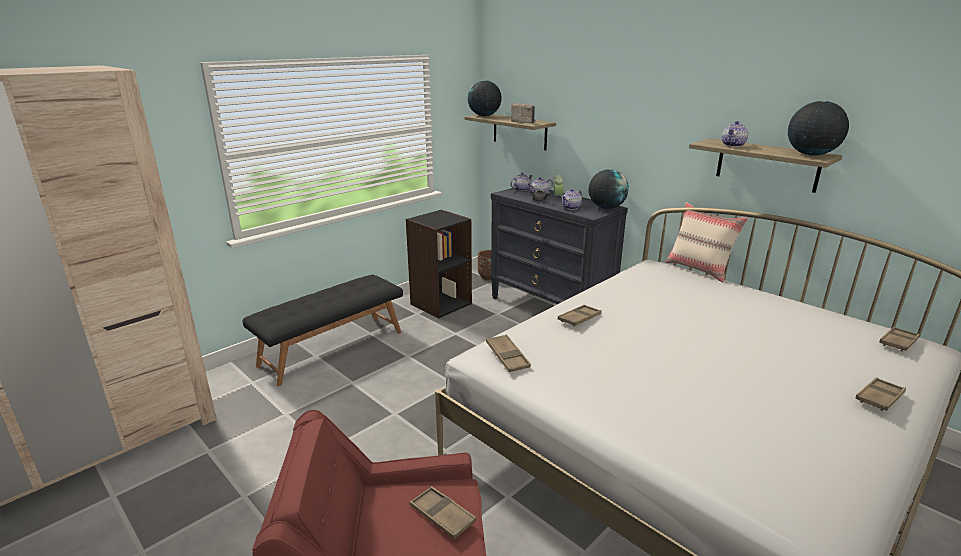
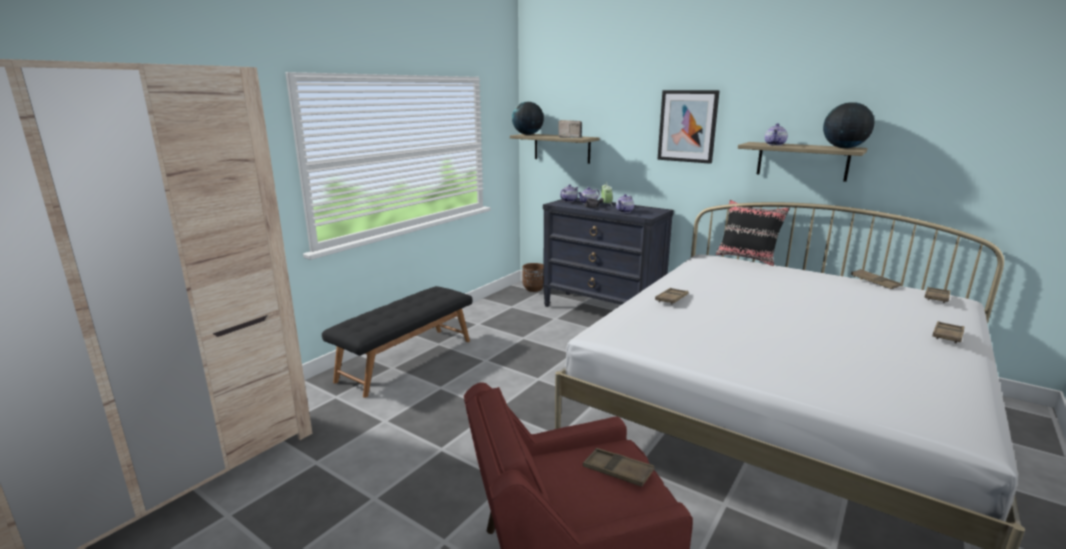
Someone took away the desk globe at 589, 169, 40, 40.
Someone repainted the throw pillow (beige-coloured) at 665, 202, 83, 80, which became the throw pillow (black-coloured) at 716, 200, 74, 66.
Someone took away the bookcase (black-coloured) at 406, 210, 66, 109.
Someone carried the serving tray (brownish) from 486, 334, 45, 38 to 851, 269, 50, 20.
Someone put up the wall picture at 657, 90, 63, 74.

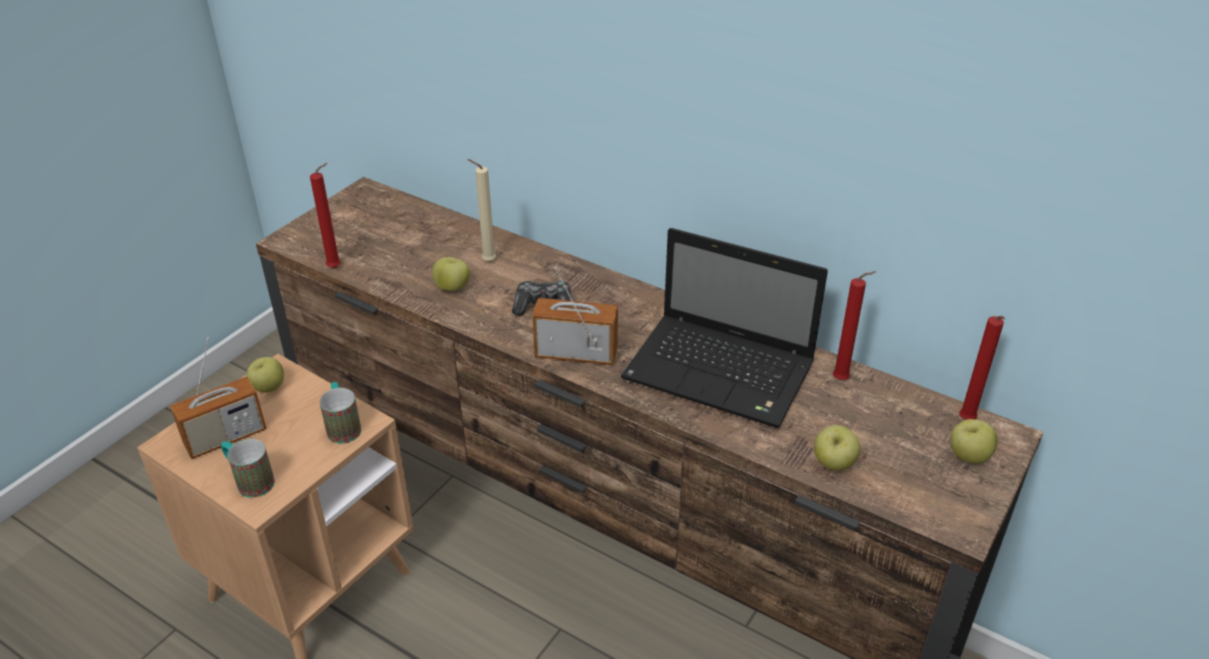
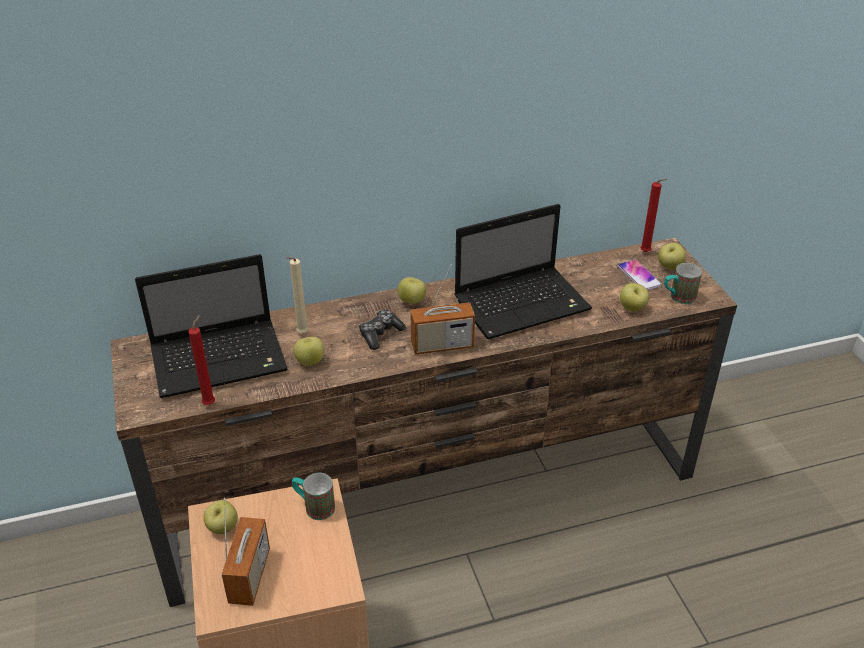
Someone rotated the radio receiver at 532, 267, 86, 98 by 150 degrees counterclockwise.
Someone took away the wax candle (red) at 833, 271, 43, 109.
Someone carried the coffee mug from 221, 439, 54, 59 to 664, 263, 38, 41.
Someone put down the laptop at 135, 254, 152, 144.
Someone put down the phone at 618, 260, 44, 30.
Someone put down the apple fruit at 398, 277, 28, 27.

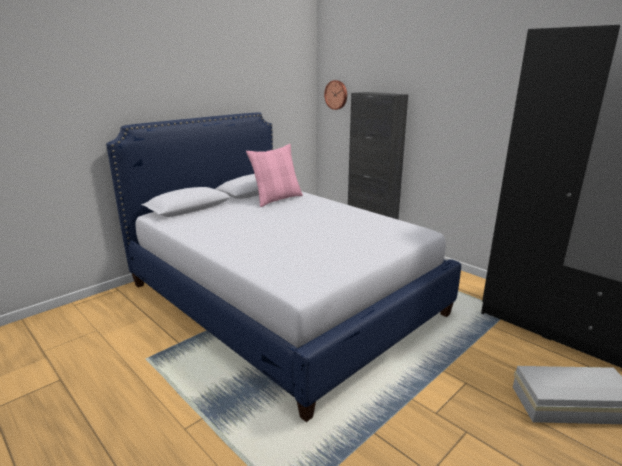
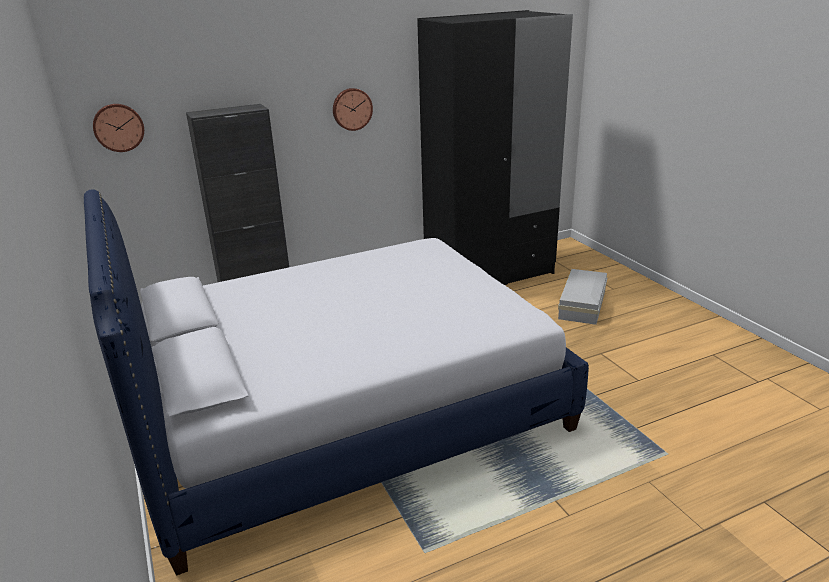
Someone took away the throw pillow (pinkish) at 246, 144, 57, 63.
Someone put up the clock on the wall at 333, 88, 40, 43.

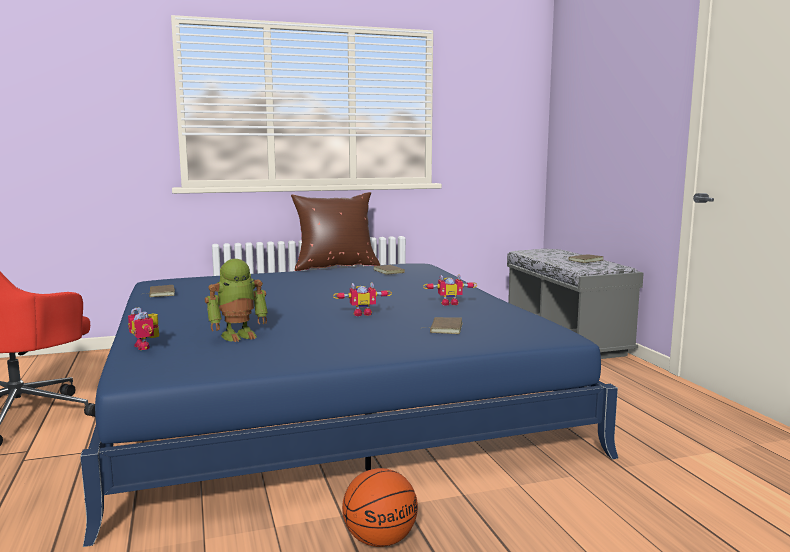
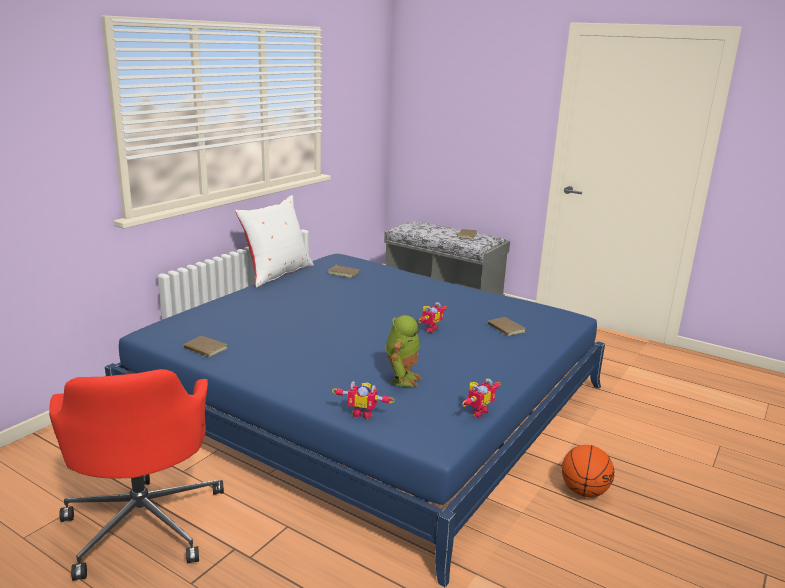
Someone repainted the throw pillow (brownish) at 291, 192, 89, 79, which became the throw pillow (whitish) at 235, 195, 79, 93.
Someone carried the model robot from 423, 274, 54, 32 to 462, 378, 39, 40.

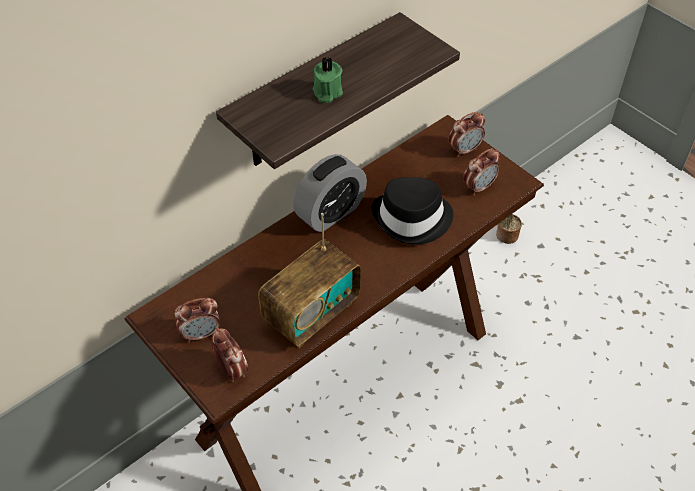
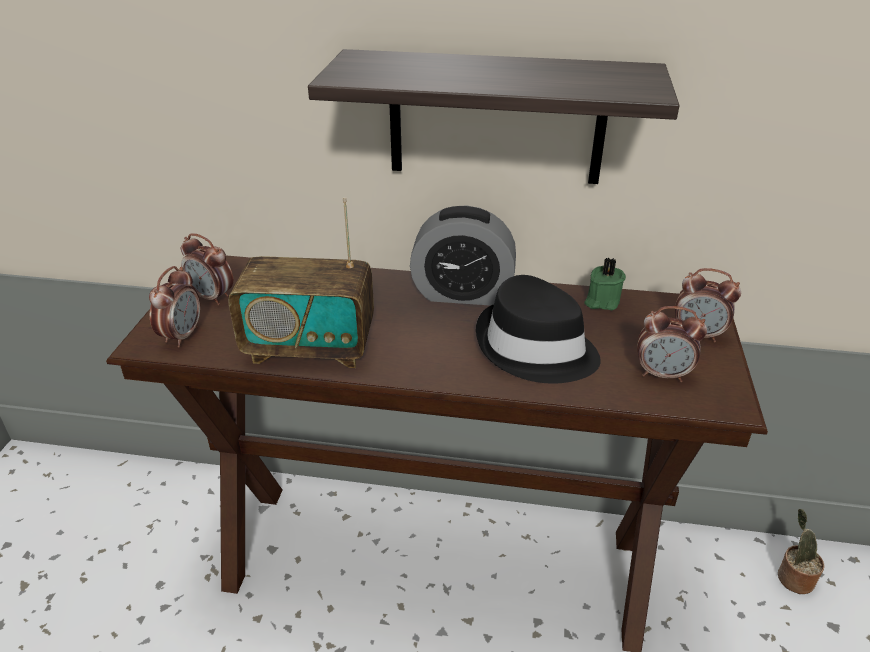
Someone carried the wax candle (green-coloured) from 313, 57, 30, 46 to 584, 257, 42, 53.

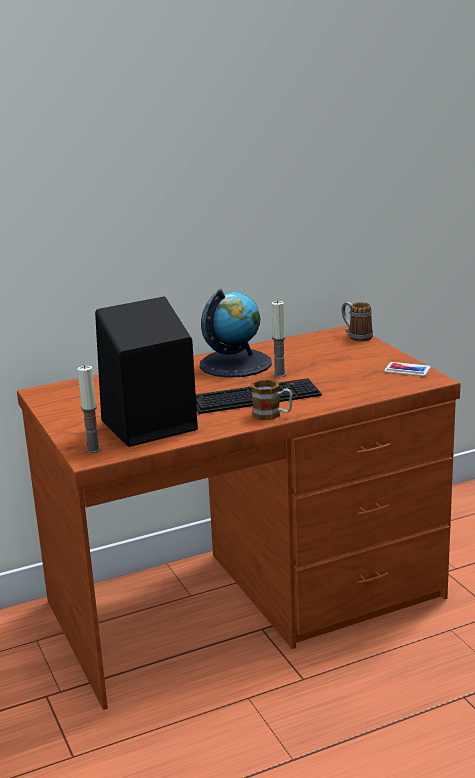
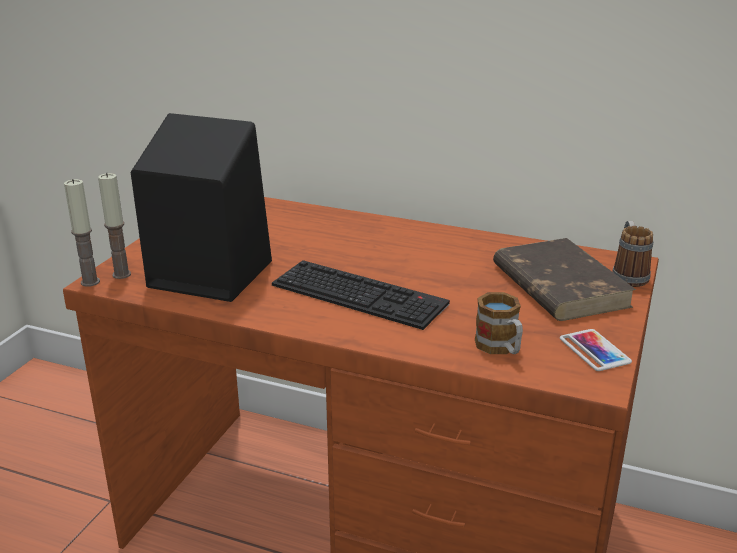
Someone took away the desk globe at 200, 289, 72, 89.
Someone carried the wax candle from 271, 301, 15, 76 to 64, 179, 36, 108.
Someone carried the coffee mug from 251, 379, 41, 41 to 475, 292, 48, 62.
Someone put down the volume (brownish) at 493, 238, 143, 83.

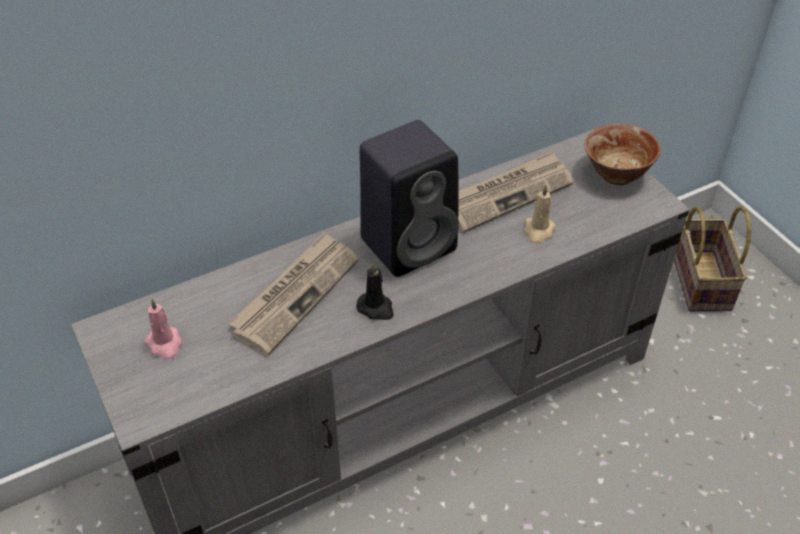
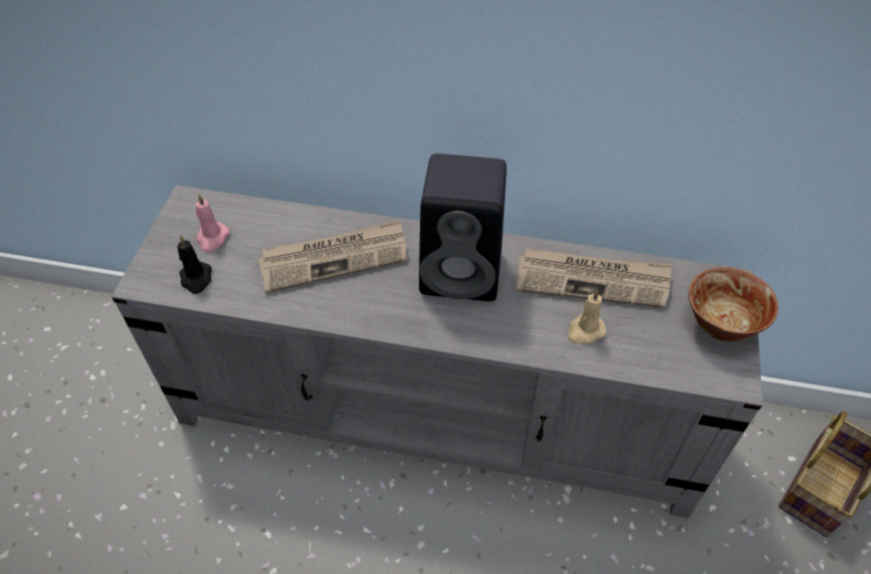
Someone carried the wax candle (black-coloured) from 356, 262, 37, 58 to 177, 235, 35, 59.

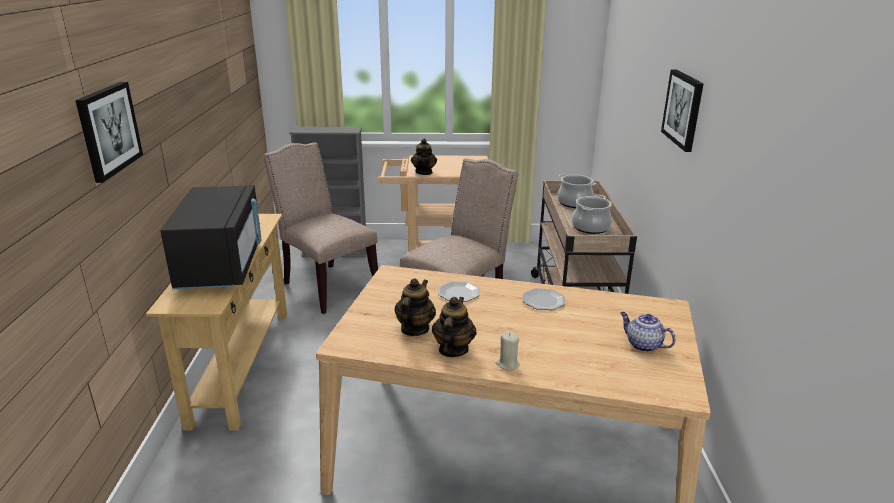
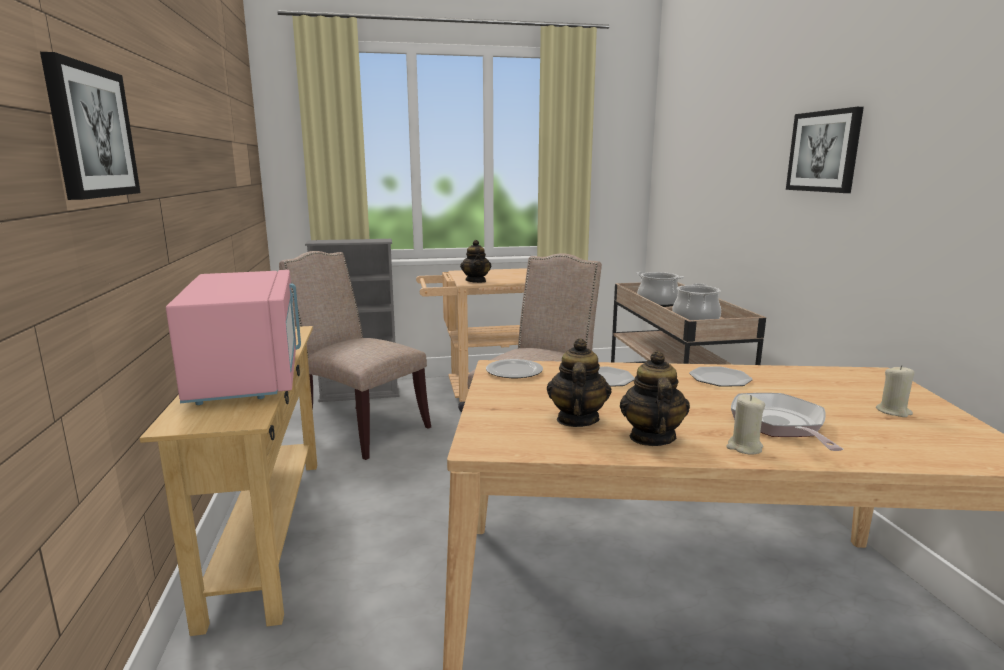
Someone repainted the kitchen microwave (black-coloured) at 161, 185, 100, 104, which became the kitchen microwave (pinkish) at 166, 270, 135, 135.
Someone swapped the tea pot at 620, 312, 56, 40 for the wax candle (beige-coloured) at 876, 365, 39, 52.
Someone put down the flat dish at 486, 359, 57, 19.
Someone put down the frying pan at 731, 393, 112, 58.

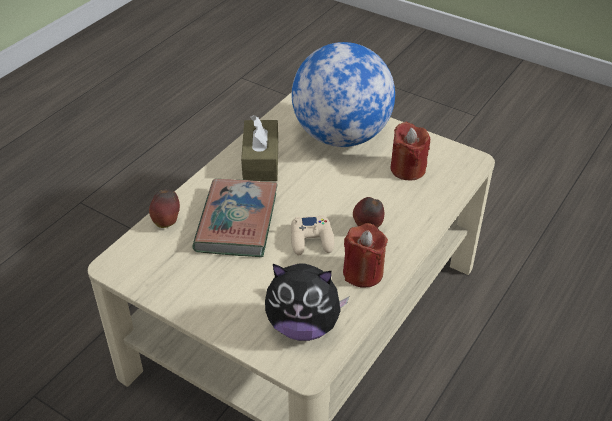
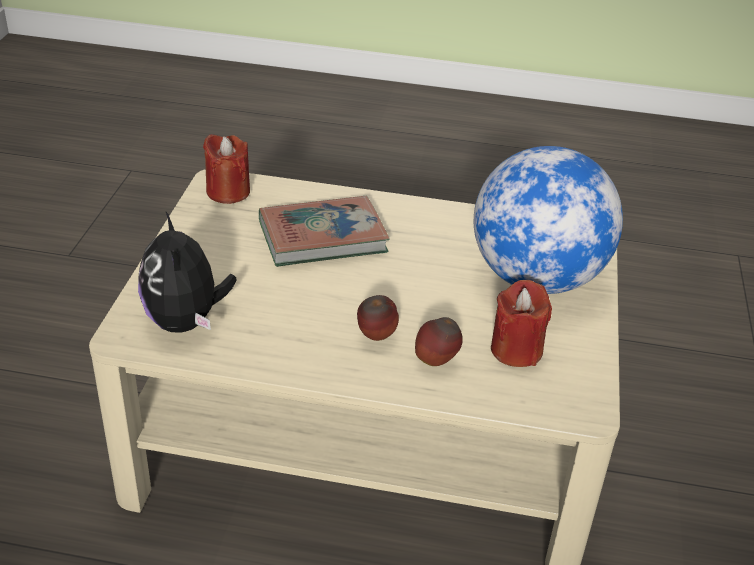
Someone took away the box of tissues (brownish) at 241, 115, 37, 66.
Someone carried the apple fruit from 149, 189, 31, 39 to 415, 317, 48, 49.
Someone took away the game controller (beige-coloured) at 291, 215, 43, 40.
Someone carried the wax candle (red) from 343, 223, 45, 65 to 203, 134, 47, 70.

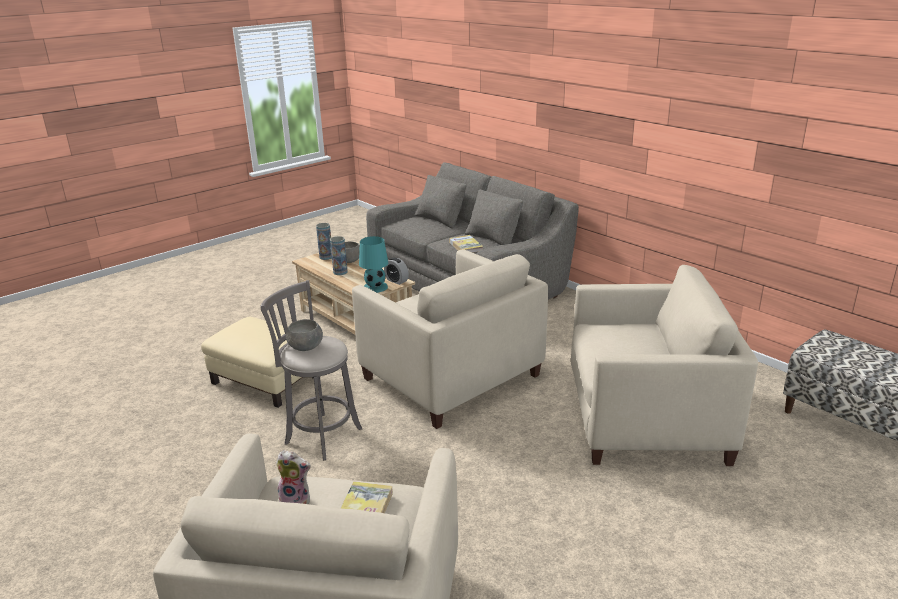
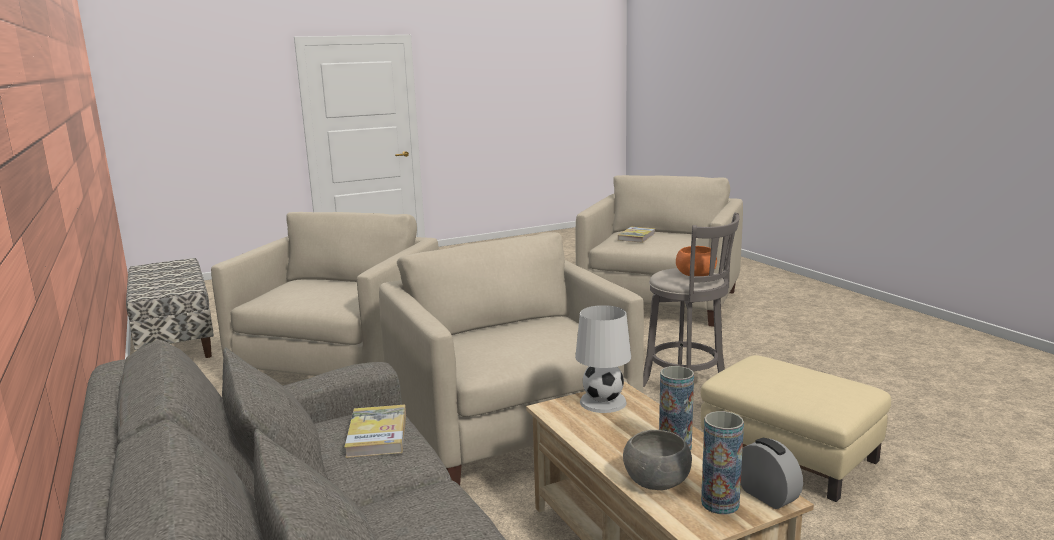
Someone repainted the lamp for a table (turquoise-coloured) at 359, 236, 29, 57, which became the lamp for a table (whitish) at 575, 305, 56, 108.
Someone carried the bedside clock from 384, 258, 25, 27 to 741, 438, 62, 71.
Someone rotated the easy chair (beige-coloured) at 571, 265, 187, 201 by 90 degrees clockwise.
Someone repainted the serving bowl (grey) at 286, 319, 37, 32, which became the serving bowl (orange) at 676, 246, 41, 30.
Someone took away the cuddly toy at 276, 450, 35, 54.

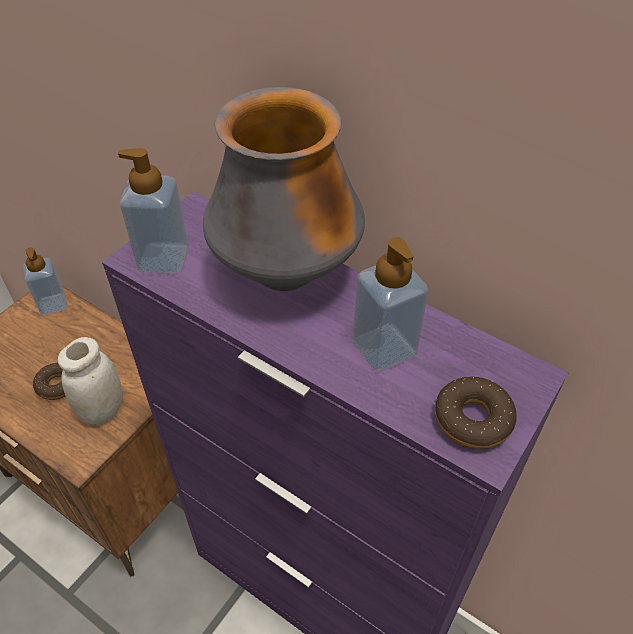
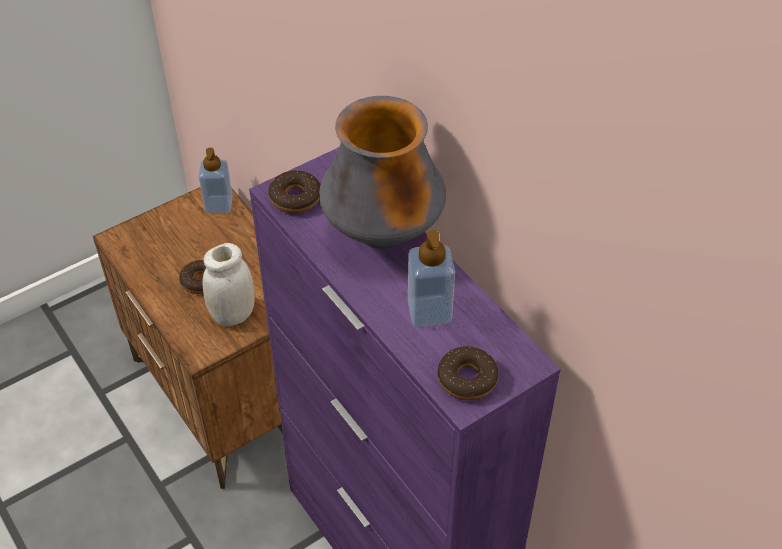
Someone swapped the liquid soap bottle at 118, 148, 71, 126 for the donut at 268, 170, 53, 43.

